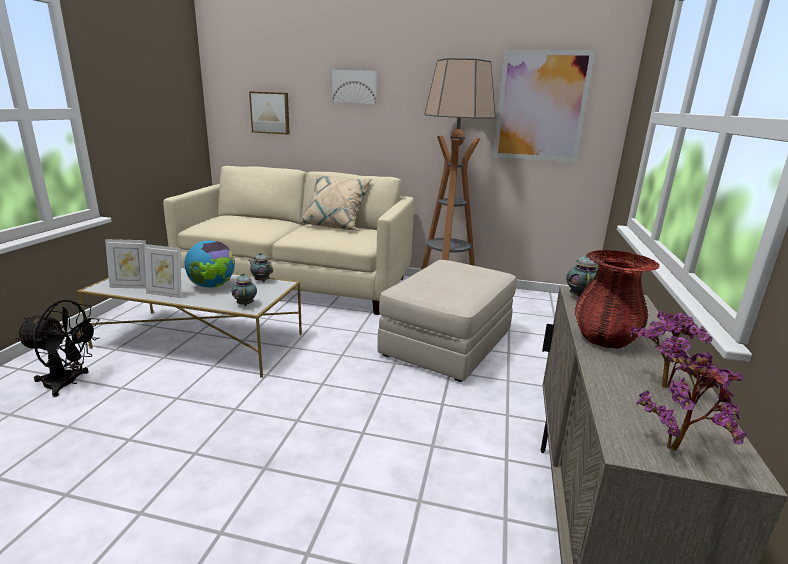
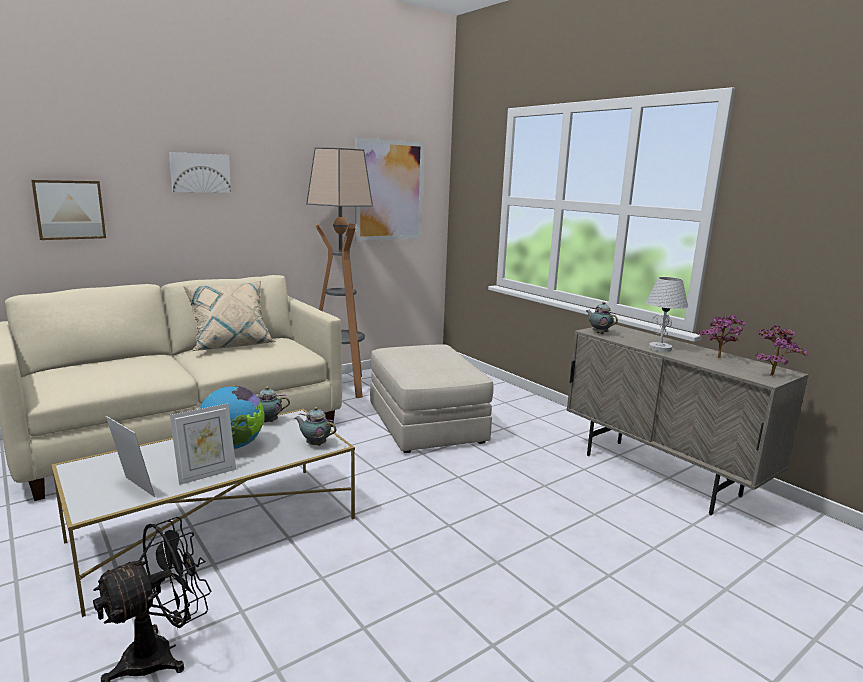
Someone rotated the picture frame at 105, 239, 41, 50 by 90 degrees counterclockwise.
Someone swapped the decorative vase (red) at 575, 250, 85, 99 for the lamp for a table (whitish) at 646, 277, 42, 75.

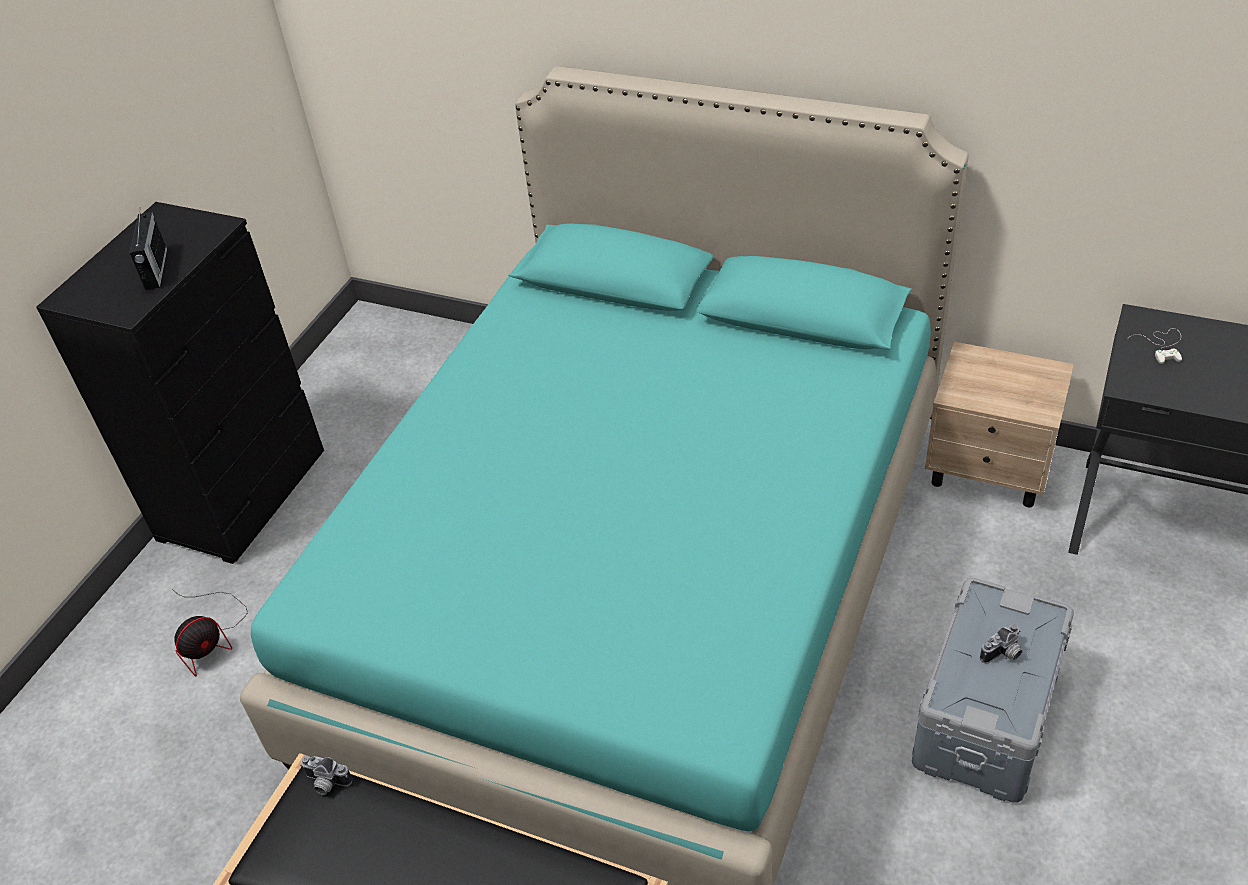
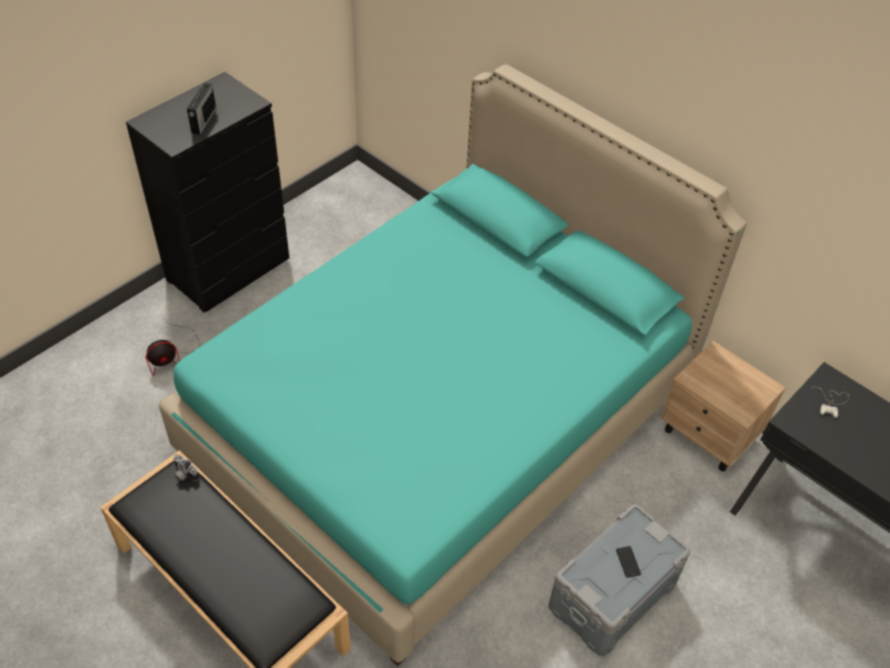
Someone swapped the photo camera at 980, 624, 43, 40 for the phone at 616, 546, 25, 32.

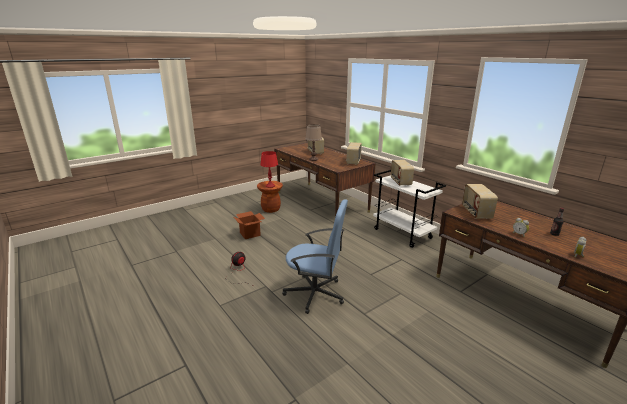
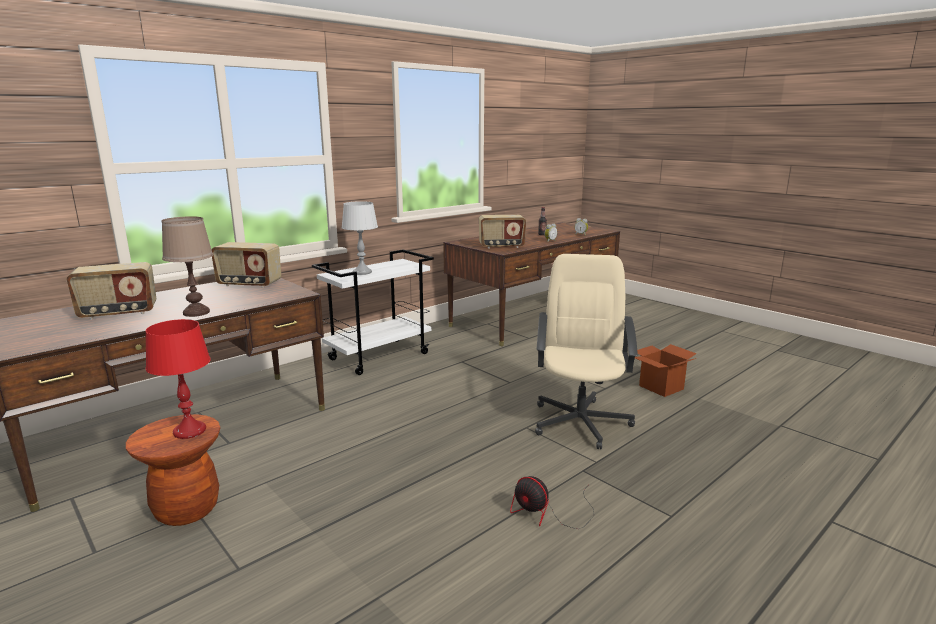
Someone swapped the radio receiver at 391, 160, 23, 26 for the lamp for a table (grey) at 341, 201, 37, 74.
Someone repainted the office chair (blue-coloured) at 282, 199, 66, 115, which became the office chair (beige-coloured) at 535, 254, 103, 195.
Someone carried the carton from 234, 211, 31, 28 to 635, 344, 62, 53.

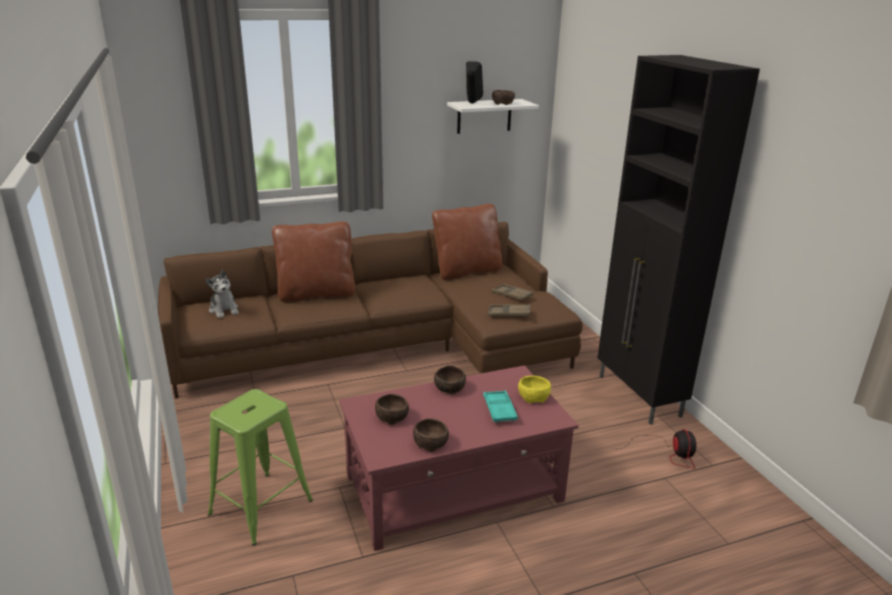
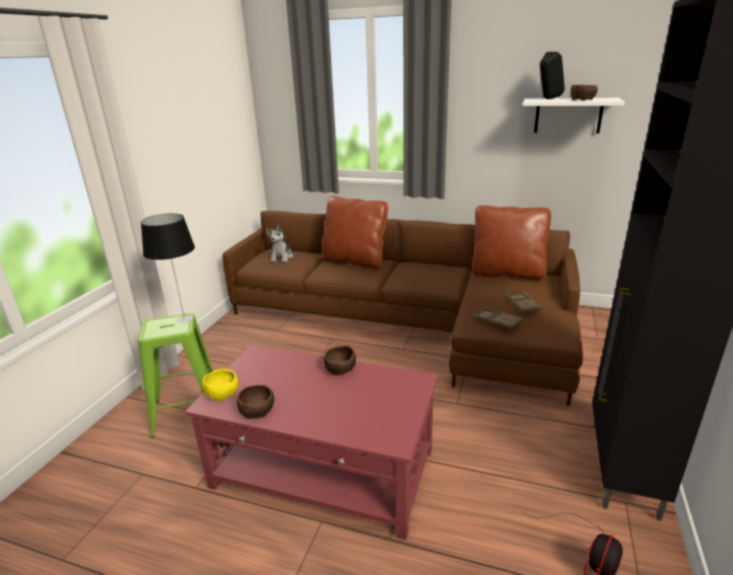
Someone carried the serving bowl (yellowish) from 518, 376, 33, 27 to 202, 369, 36, 32.
Someone took away the serving tray (turquoise-coloured) at 483, 390, 35, 33.
Someone took away the serving bowl (brownish) at 375, 394, 34, 31.
Someone put down the lamp for a table at 141, 213, 54, 111.

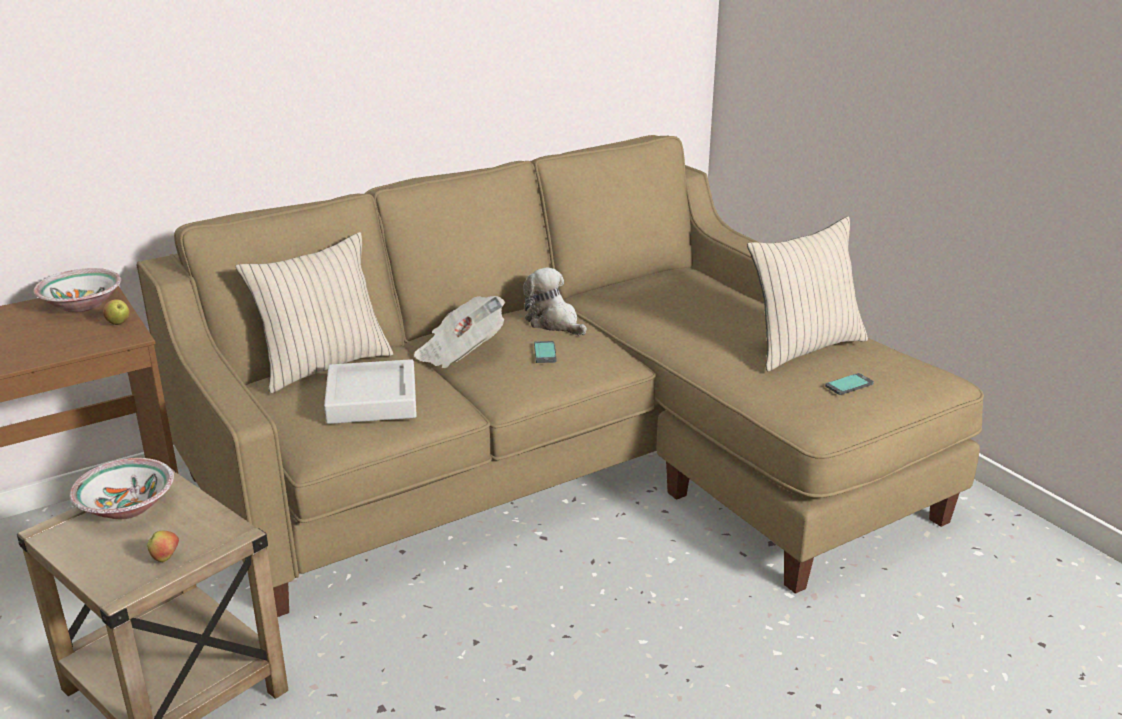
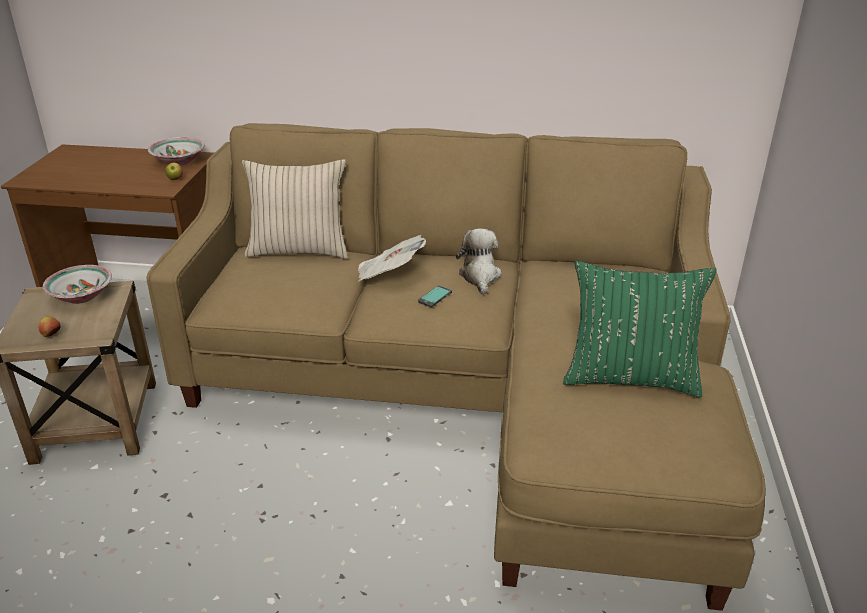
Someone repainted the throw pillow (beige-coloured) at 747, 216, 121, 155, which became the throw pillow (green-coloured) at 563, 261, 154, 137.
Someone took away the serving tray (grey) at 324, 359, 93, 65.
Someone took away the phone at 825, 373, 49, 22.

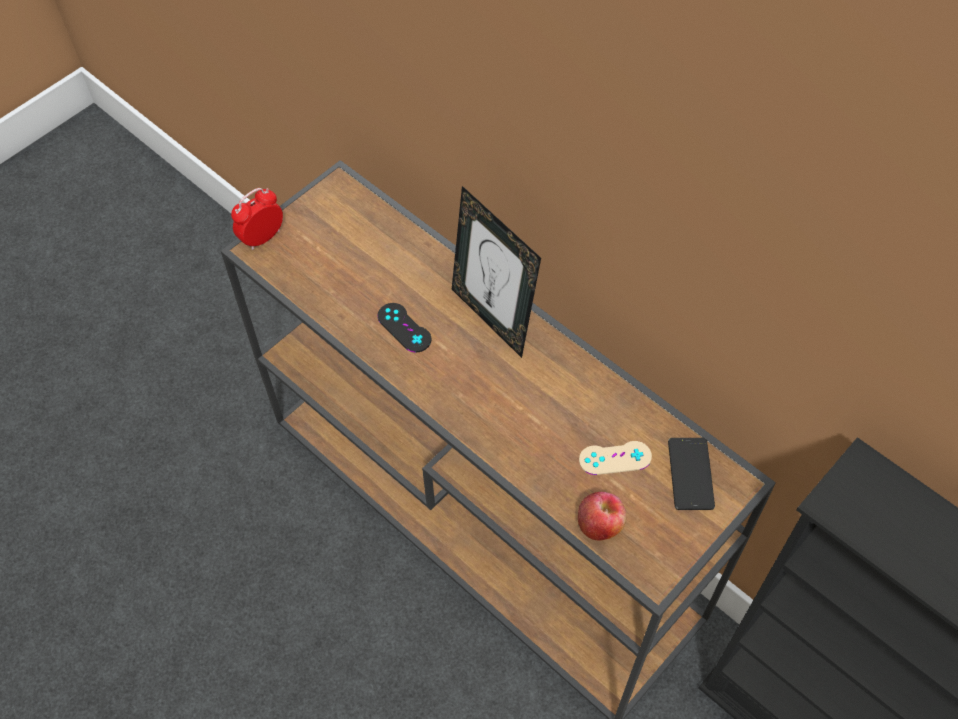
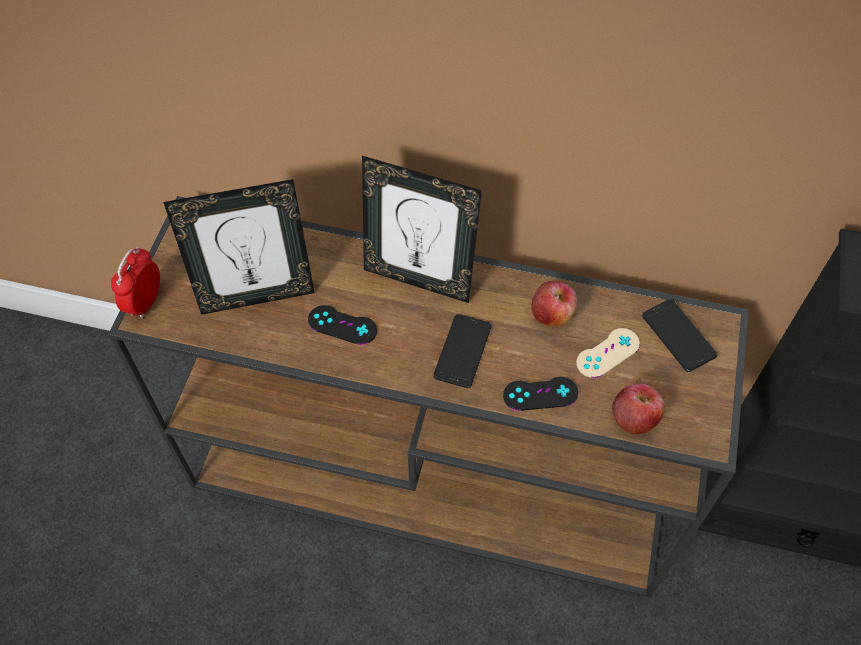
Someone put down the picture frame at 163, 179, 152, 136.
Someone put down the apple fruit at 531, 281, 46, 45.
Someone put down the phone at 433, 314, 59, 74.
Someone put down the game controller (black-coloured) at 503, 377, 75, 34.

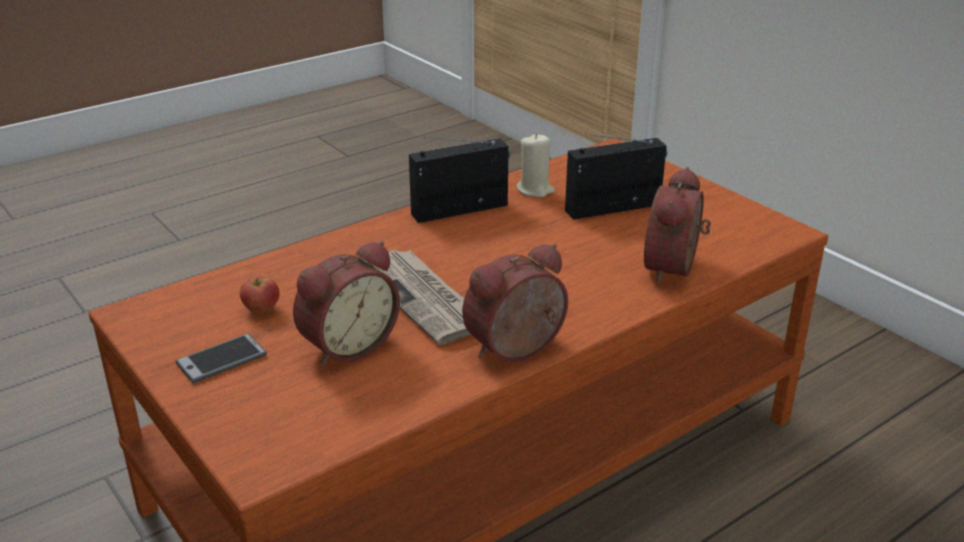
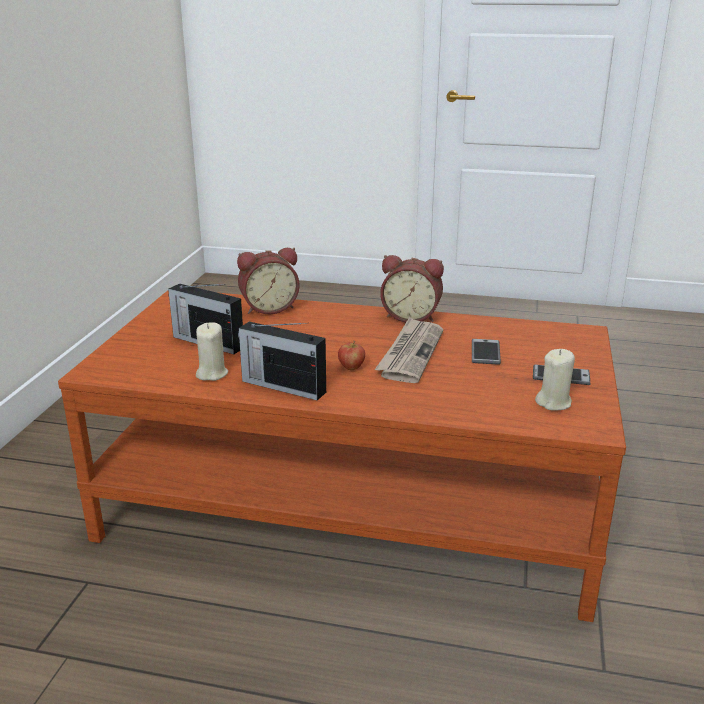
Someone swapped the bedside clock at 293, 241, 107, 126 for the phone at 472, 339, 29, 26.
Someone carried the apple fruit from 240, 276, 40, 38 to 338, 340, 27, 30.
Someone put down the wax candle (beige-coloured) at 535, 349, 40, 62.

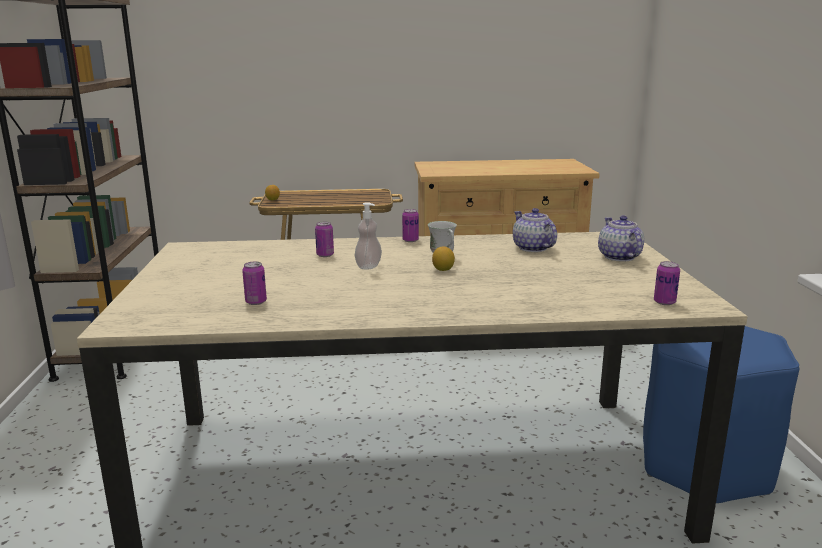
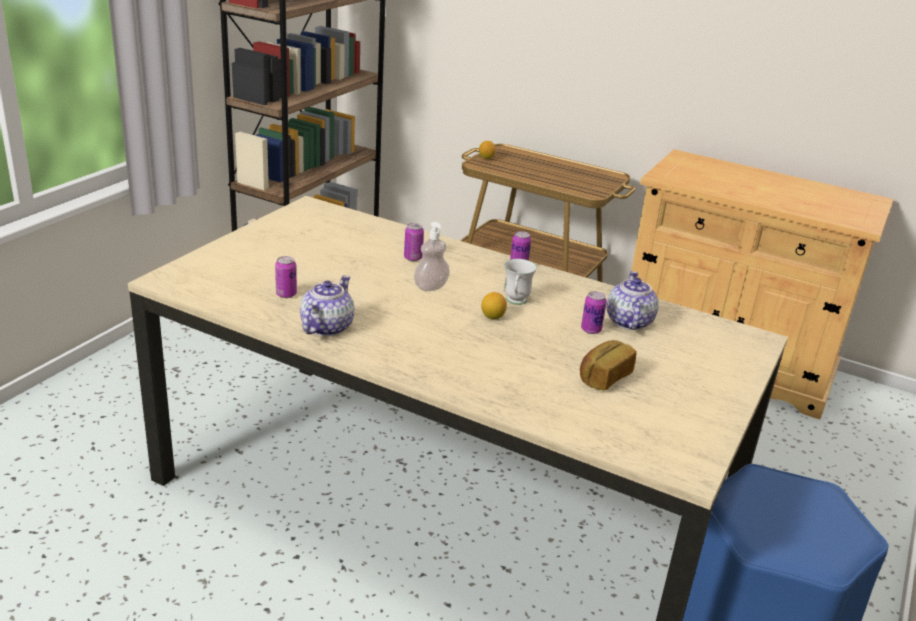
Someone carried the tea pot from 598, 215, 46, 47 to 300, 275, 54, 61.
Someone carried the can from 654, 261, 26, 44 to 581, 291, 26, 43.
Someone put down the baked bread at 580, 340, 57, 51.

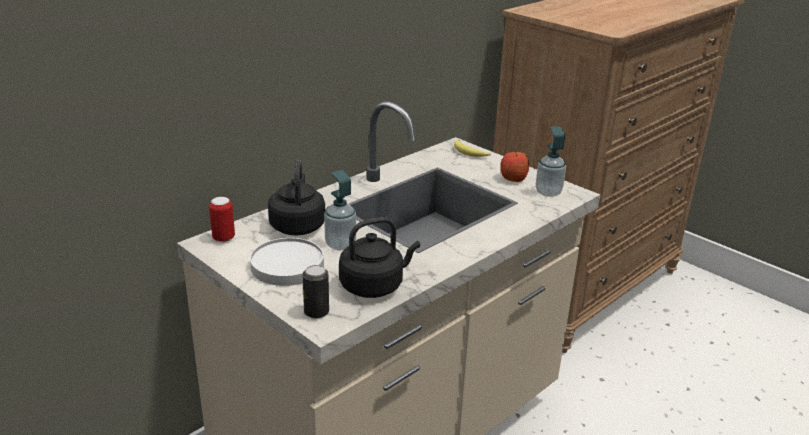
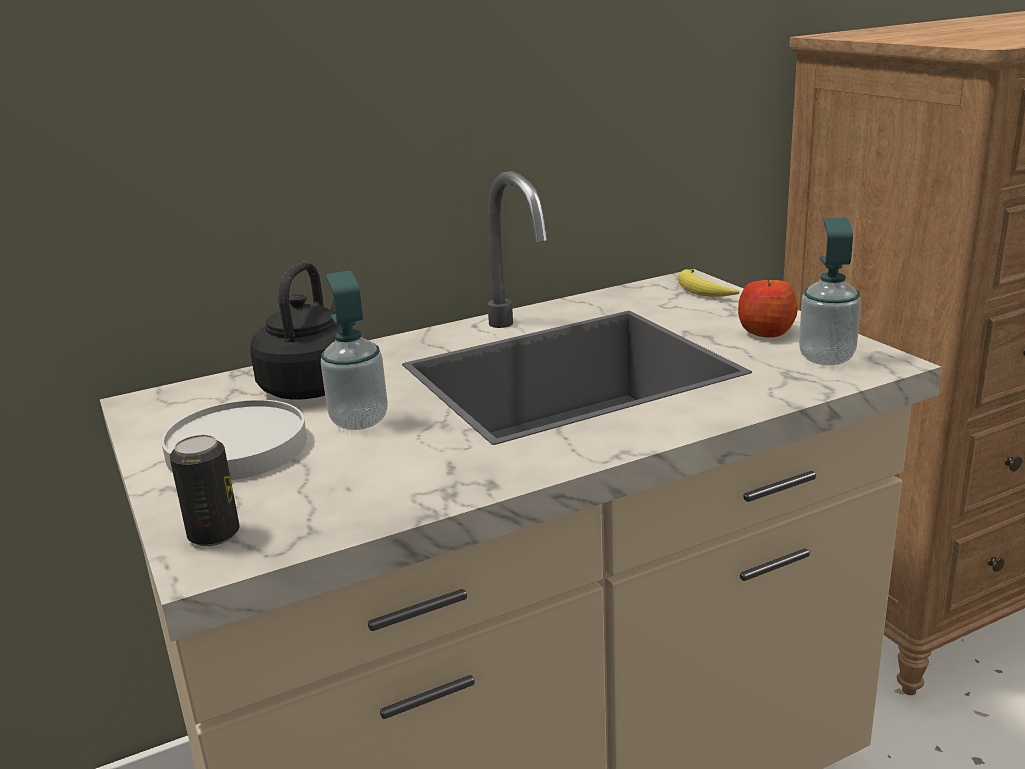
Someone took away the can at 209, 197, 26, 45.
Someone took away the water kettle (black-coloured) at 339, 217, 81, 81.

